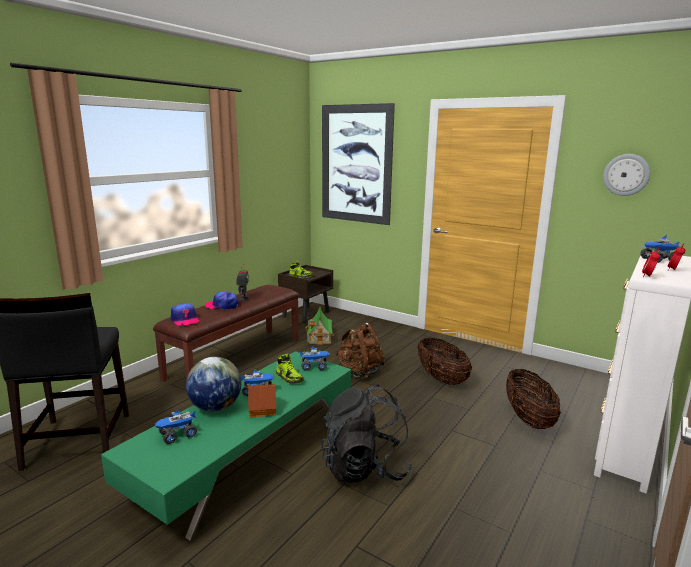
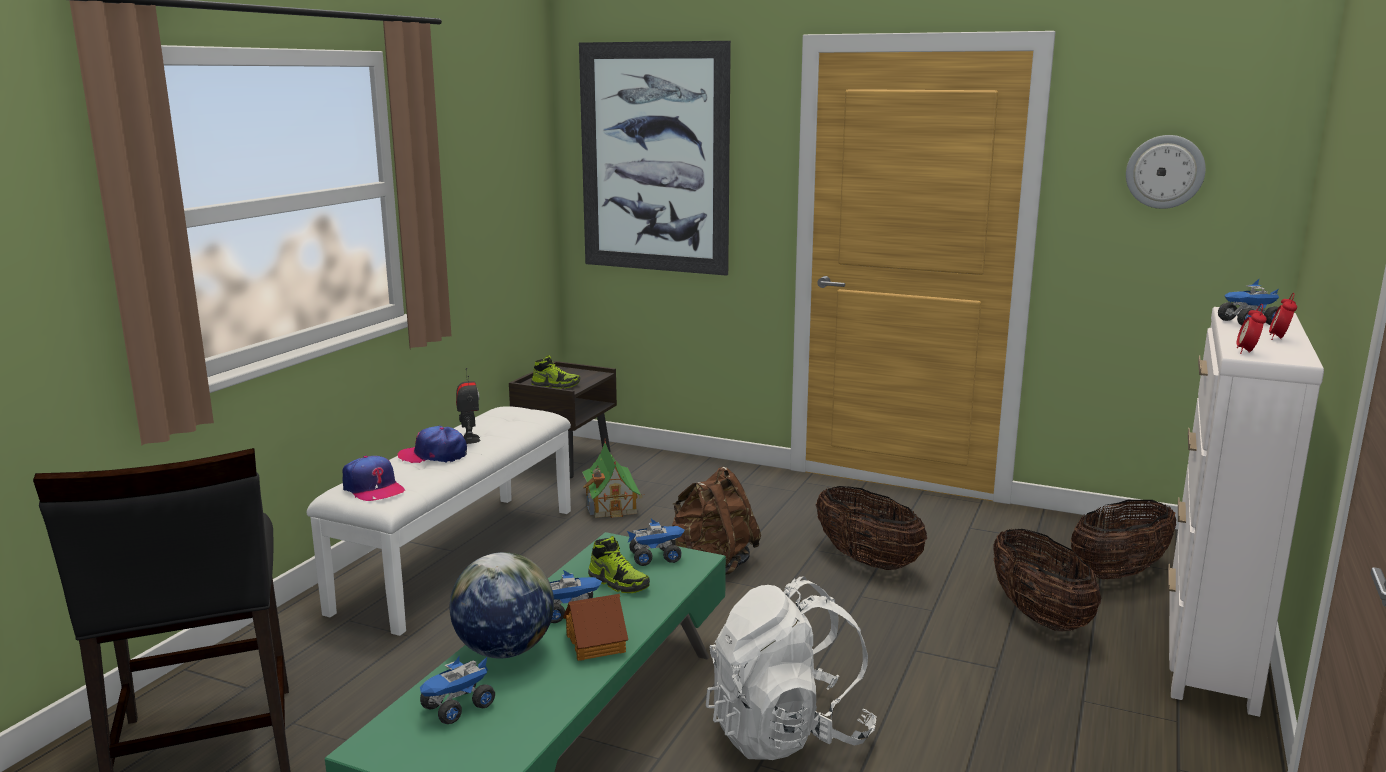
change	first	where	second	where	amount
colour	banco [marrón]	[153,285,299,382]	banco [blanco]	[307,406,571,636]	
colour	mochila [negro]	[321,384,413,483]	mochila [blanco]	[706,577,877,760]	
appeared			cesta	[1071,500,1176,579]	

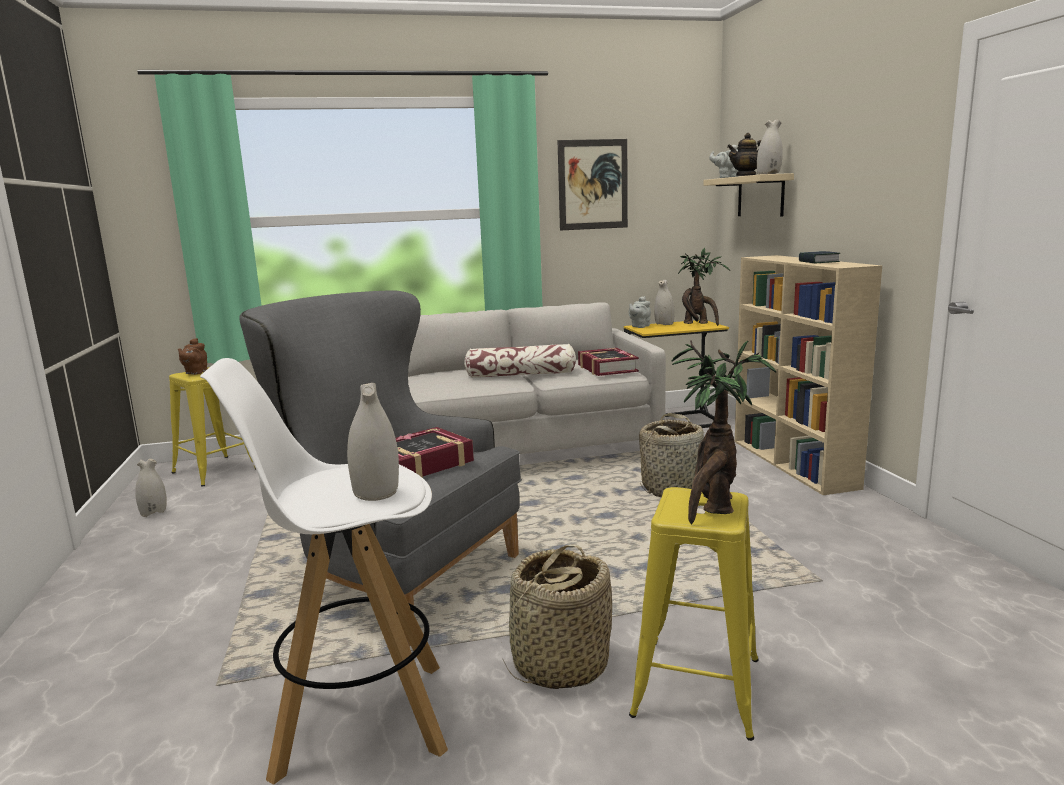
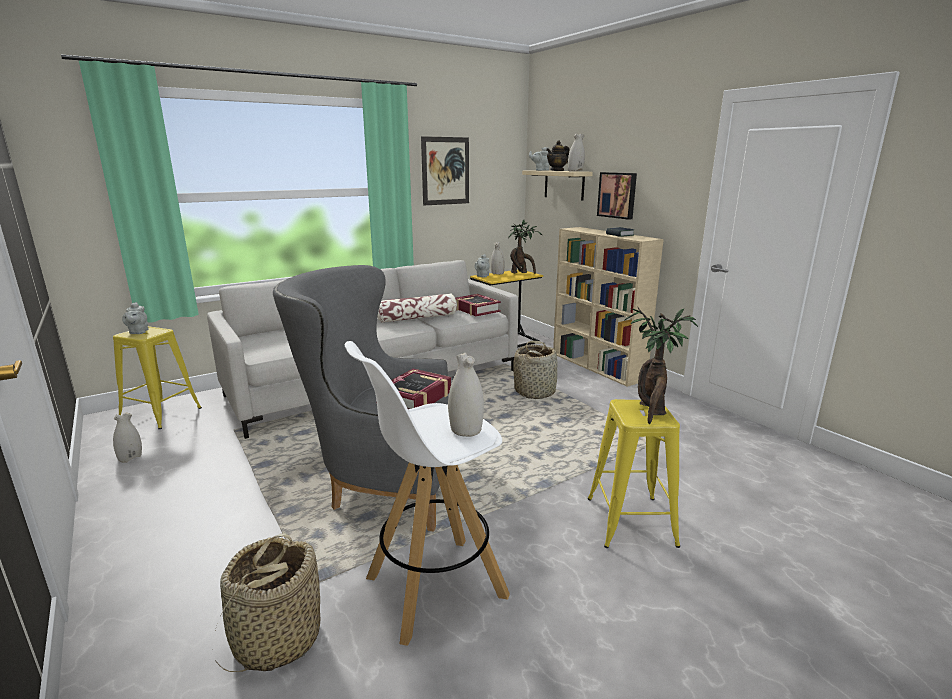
change	first	where	second	where	amount
colour	tetera [marrón]	[178,338,208,375]	tetera [gris]	[122,302,149,334]	
relocated	cesta	[503,544,612,689]		[215,533,321,672]	
appeared			cuadro	[597,172,637,220]	

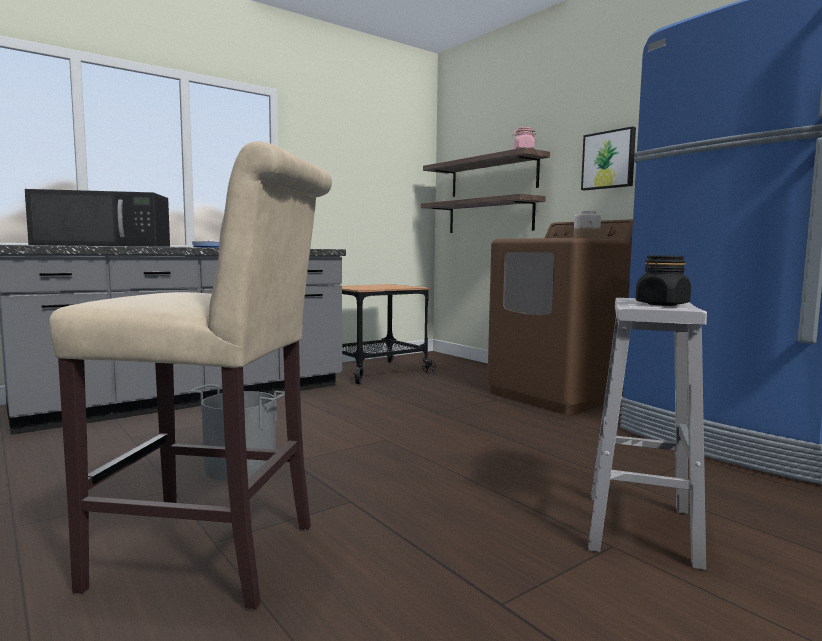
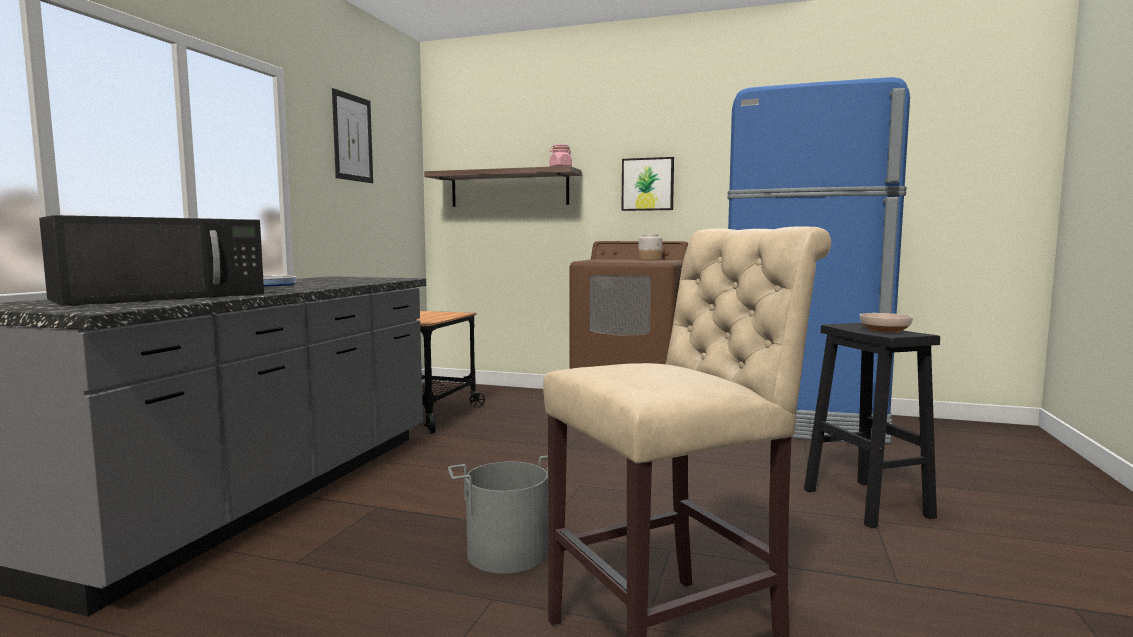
change	first	where	second	where	amount
missing	estante	[421,194,546,233]			
colour	taburete [blanco]	[588,298,707,570]	taburete [negro]	[804,323,940,528]	
exchanged	tarro [negro]	[635,255,691,306]	cuenco	[860,313,913,332]	
appeared			cuadro	[332,88,373,183]	

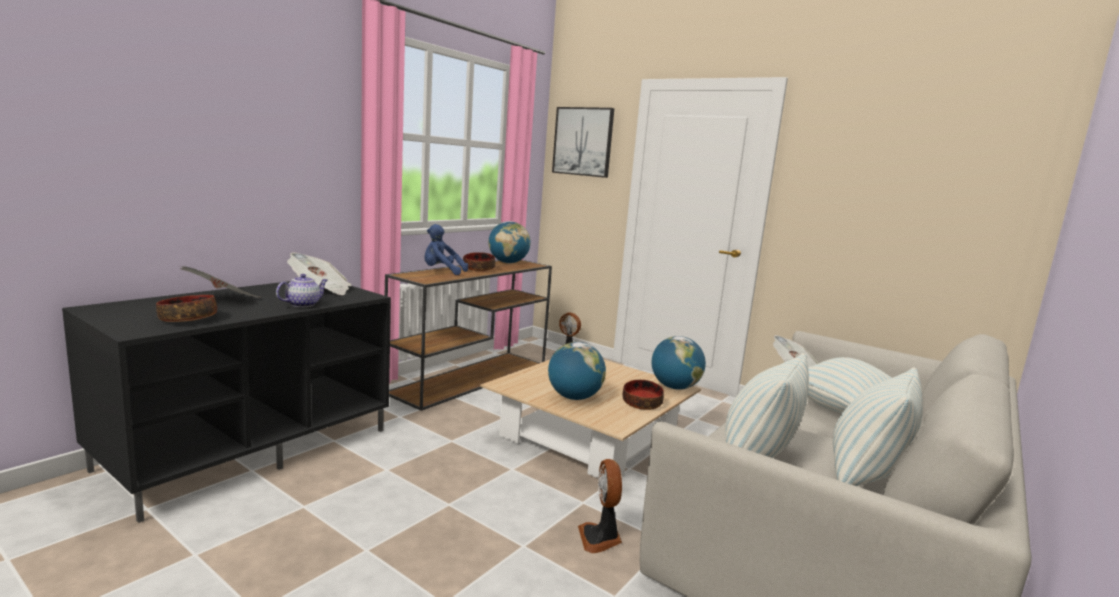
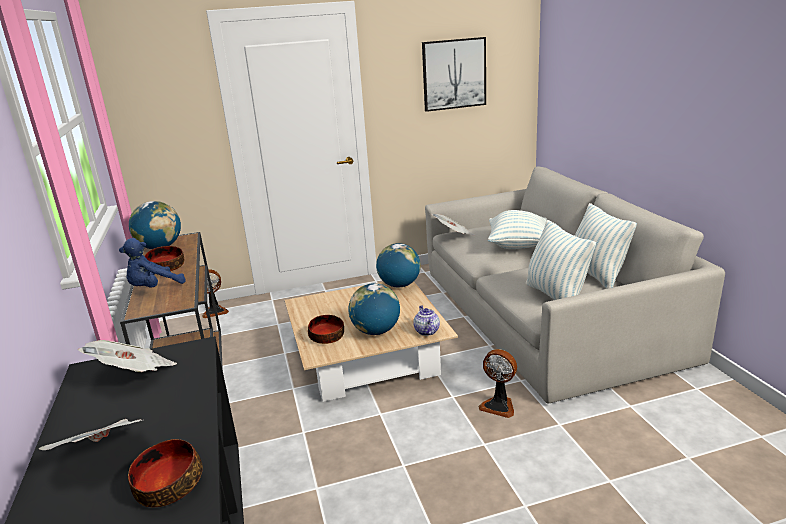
change	first	where	second	where	amount
relocated	tetera	[276,274,327,307]		[413,306,440,336]	
relocated	cuadro	[552,107,614,178]		[422,37,486,112]	
relocated	cuenco	[623,380,664,410]		[308,315,344,344]	

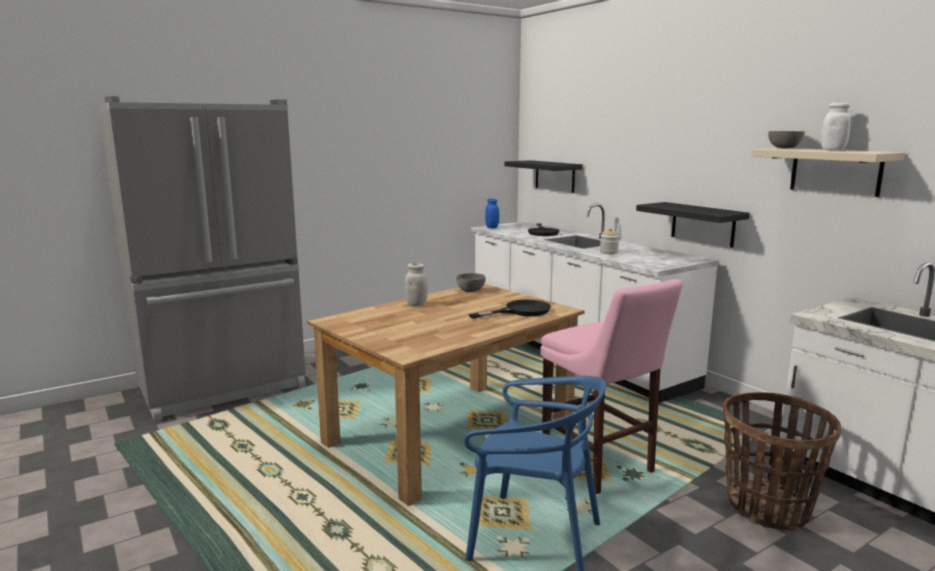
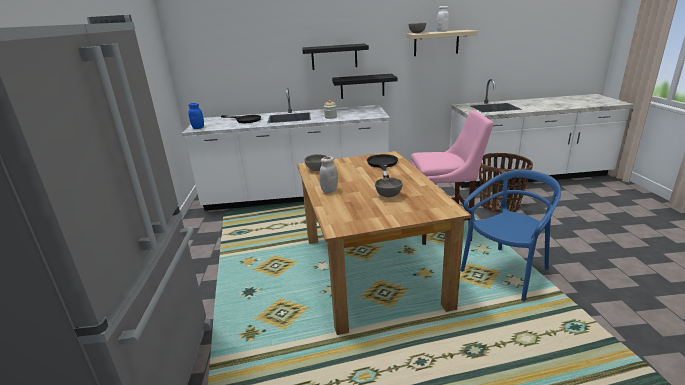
change	first	where	second	where	amount
relocated	estante [negro]	[504,160,583,193]		[302,44,369,70]	
appeared			cuenco [gris]	[375,178,403,197]	

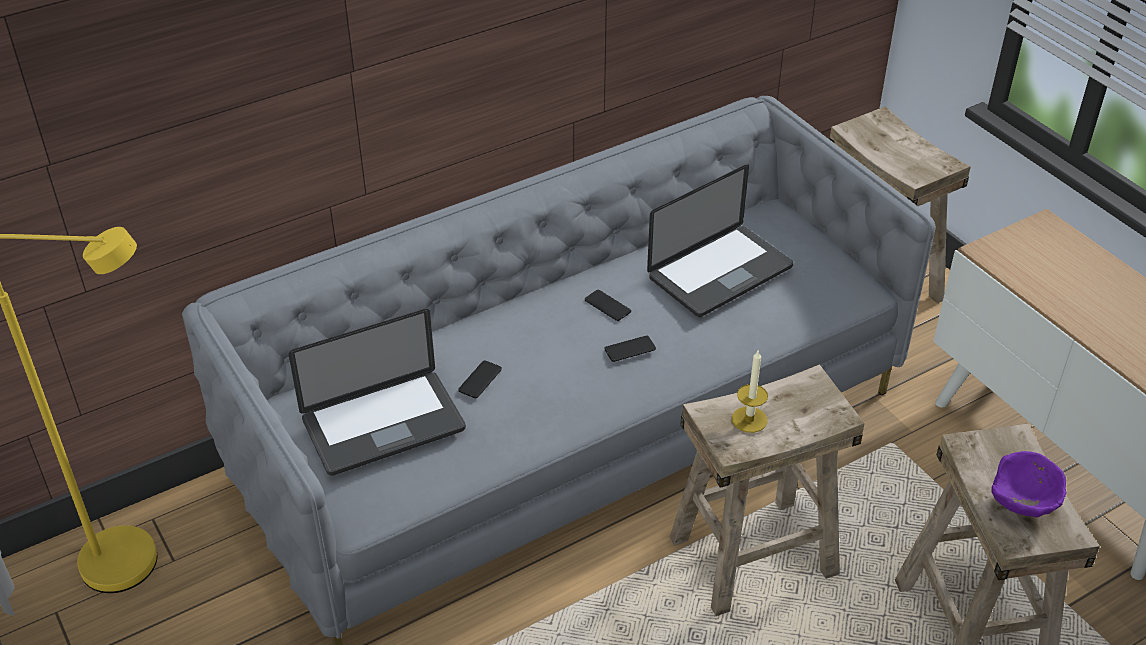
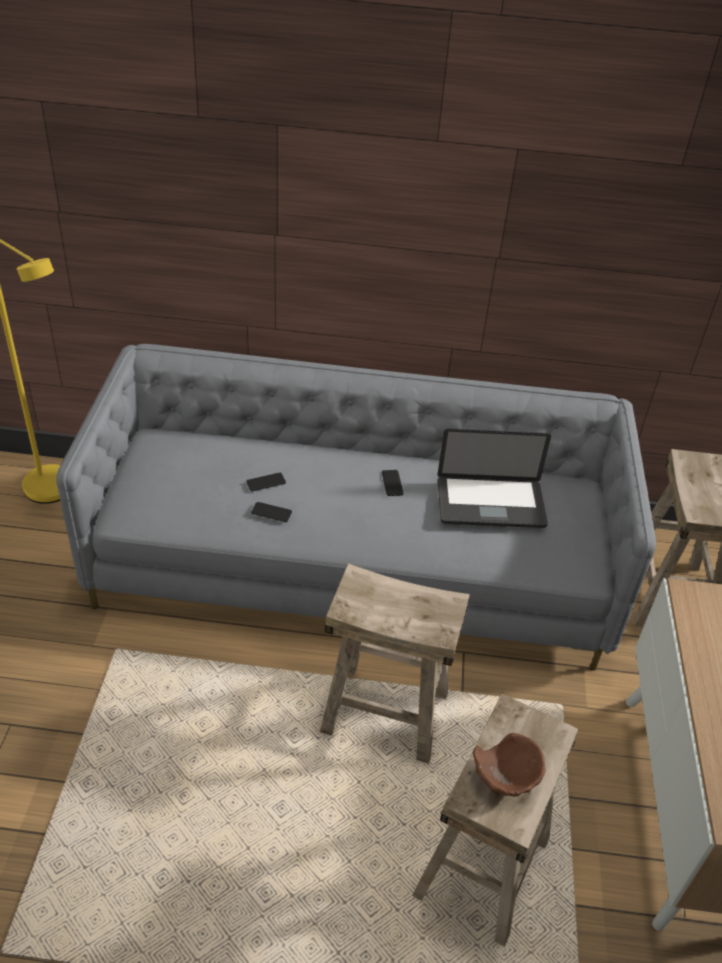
change	first	where	second	where	amount
missing	portátil	[289,309,466,476]			
relocated	móvil	[604,336,656,362]		[251,502,292,522]	
missing	vela	[732,349,768,433]			
colour	cuenco [morado]	[991,451,1067,517]	cuenco [marrón]	[473,733,546,796]	

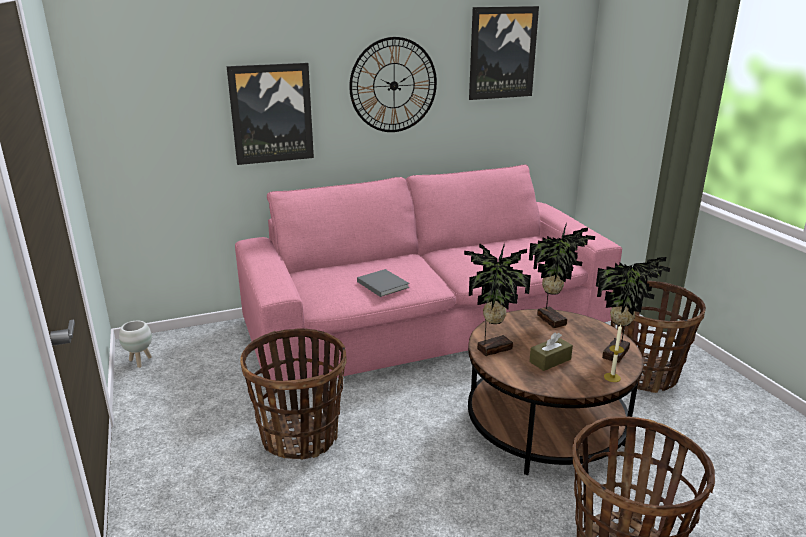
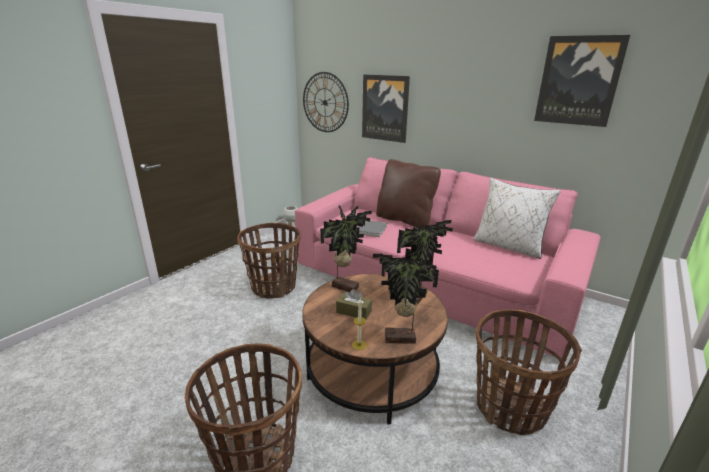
change	first	where	second	where	amount
relocated	reloj de pared	[349,37,437,132]		[303,72,349,132]	
appeared			cojín [marrón]	[376,159,441,228]	
appeared			cojín [blanco]	[474,178,560,259]	

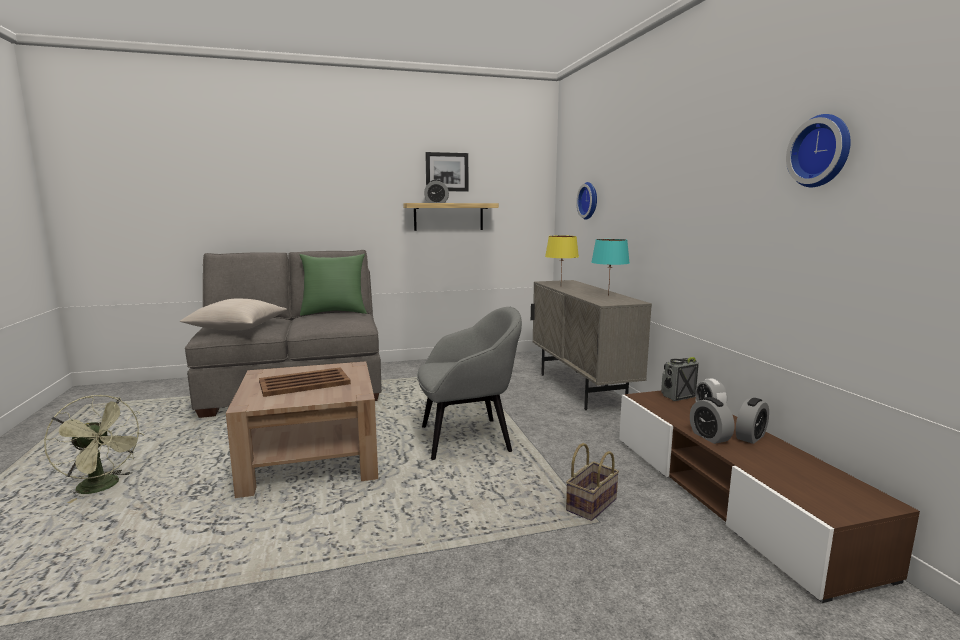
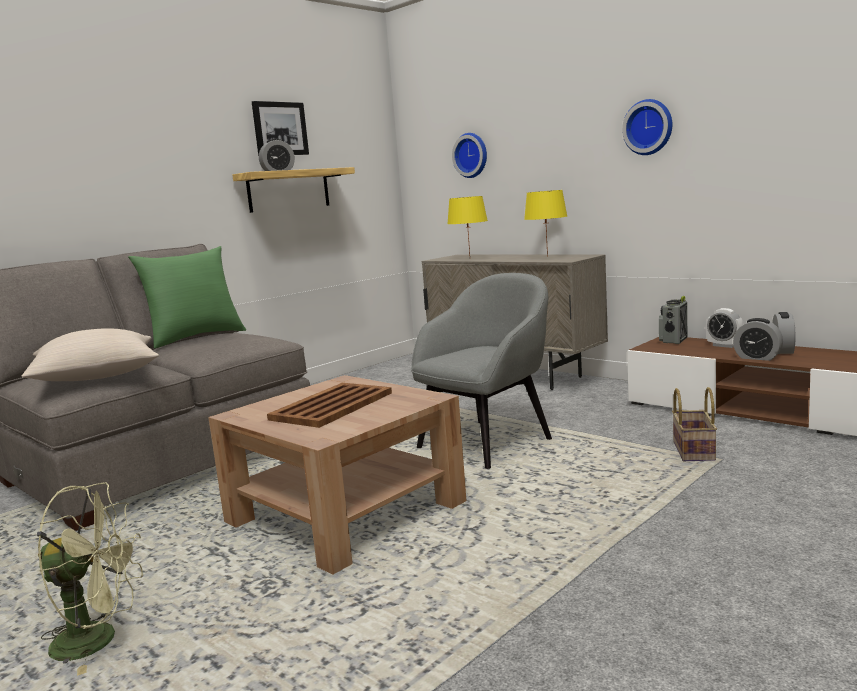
change	first	where	second	where	amount
colour	lámpara de mesa [turquesa]	[591,239,629,296]	lámpara de mesa [amarillo]	[524,190,567,257]	
relocated	reloj de pared	[786,114,851,187]		[622,99,672,155]	

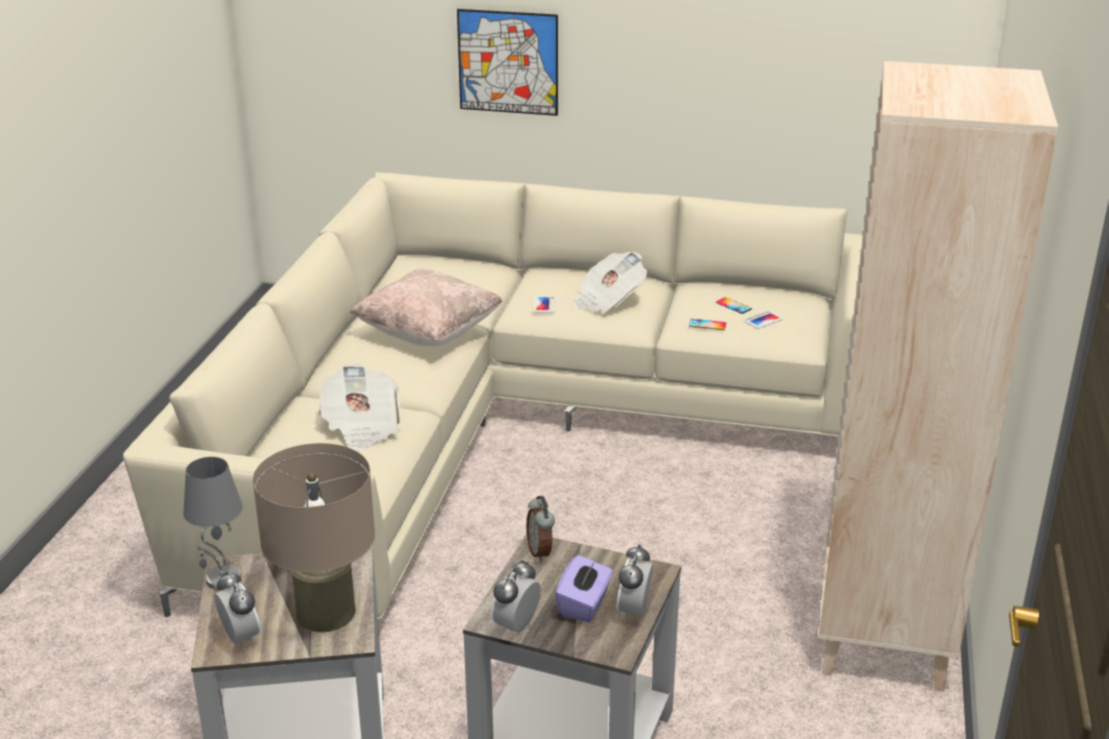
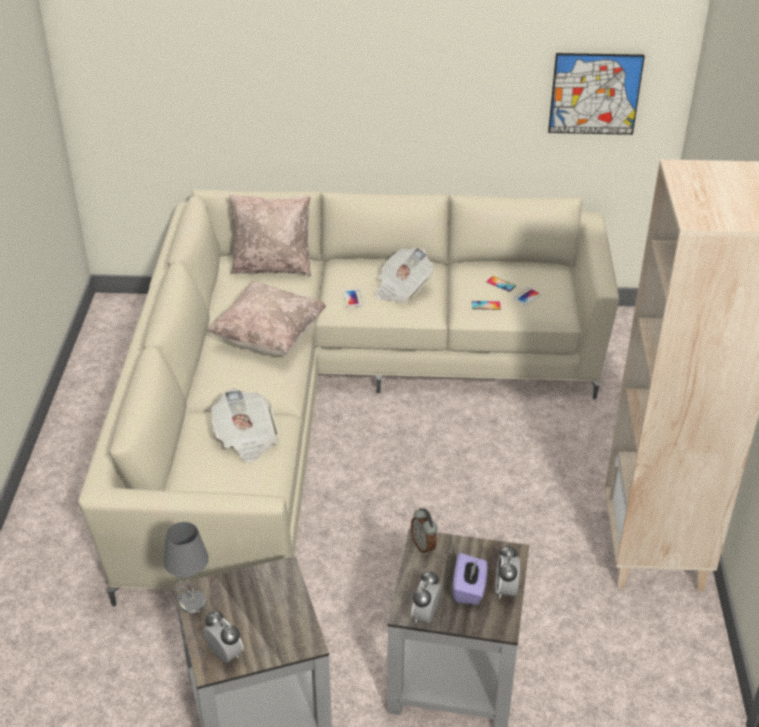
change	first	where	second	where	amount
missing	lámpara de mesa [beis]	[253,443,375,632]			
relocated	cuadro	[457,9,558,116]		[548,53,645,135]	
appeared			cojín [beis]	[229,194,311,276]	

